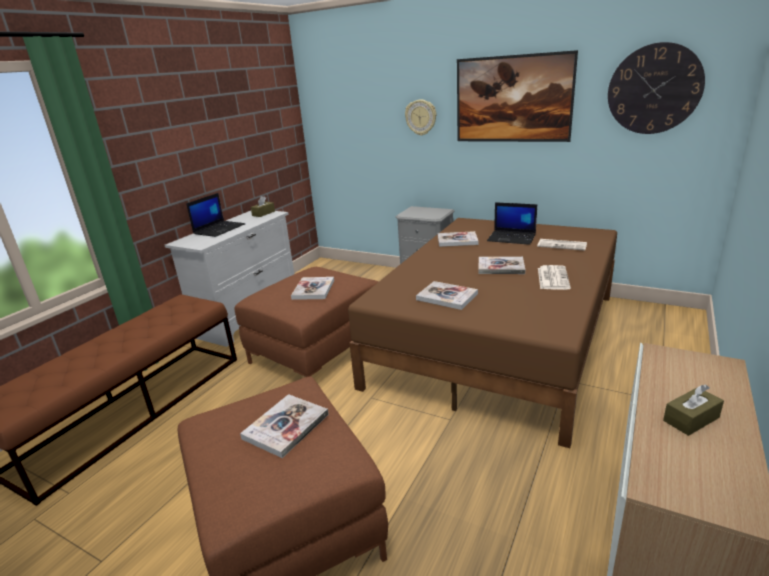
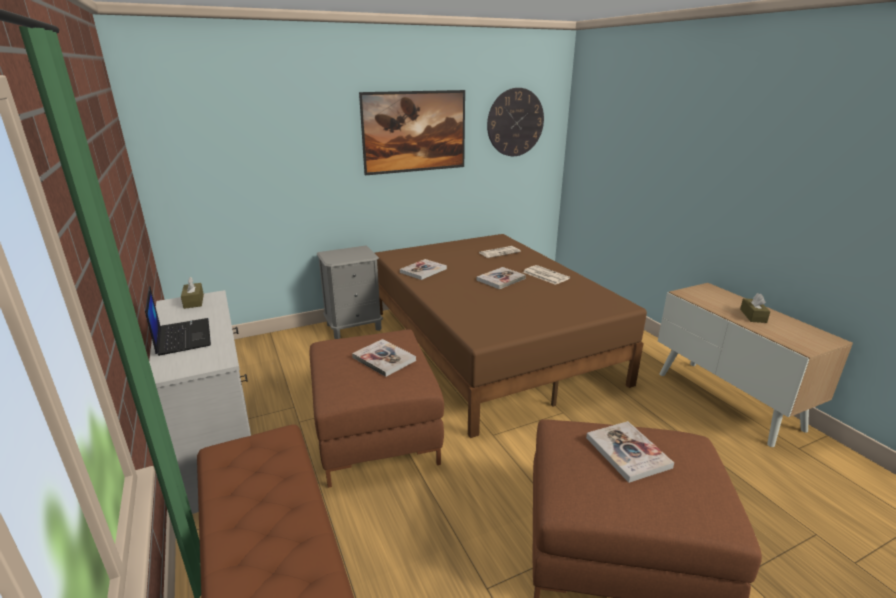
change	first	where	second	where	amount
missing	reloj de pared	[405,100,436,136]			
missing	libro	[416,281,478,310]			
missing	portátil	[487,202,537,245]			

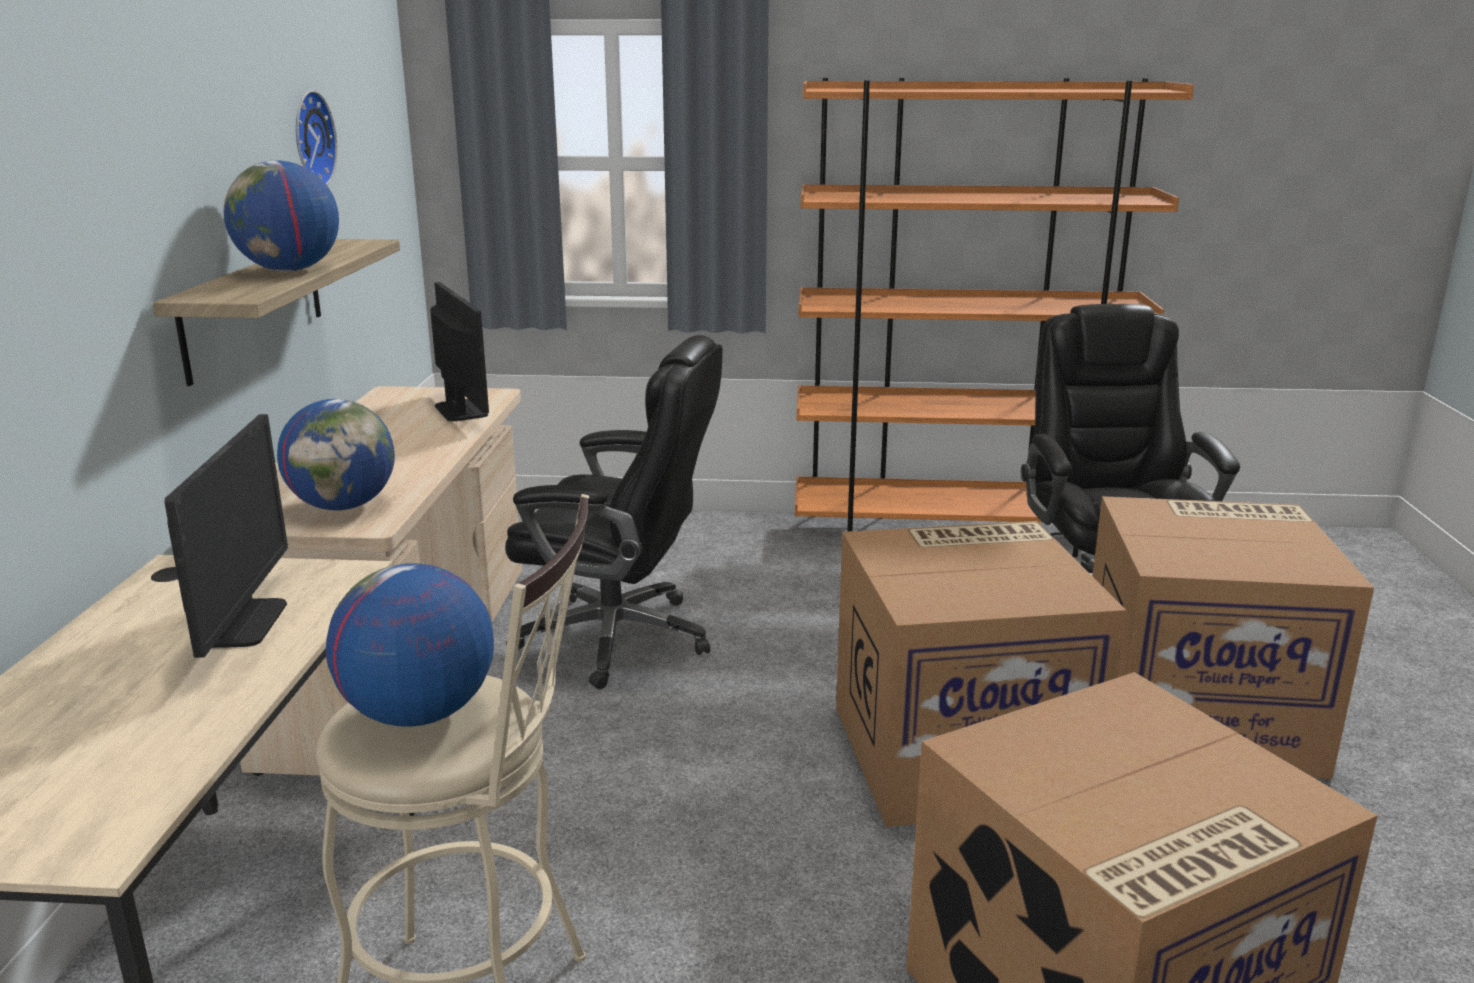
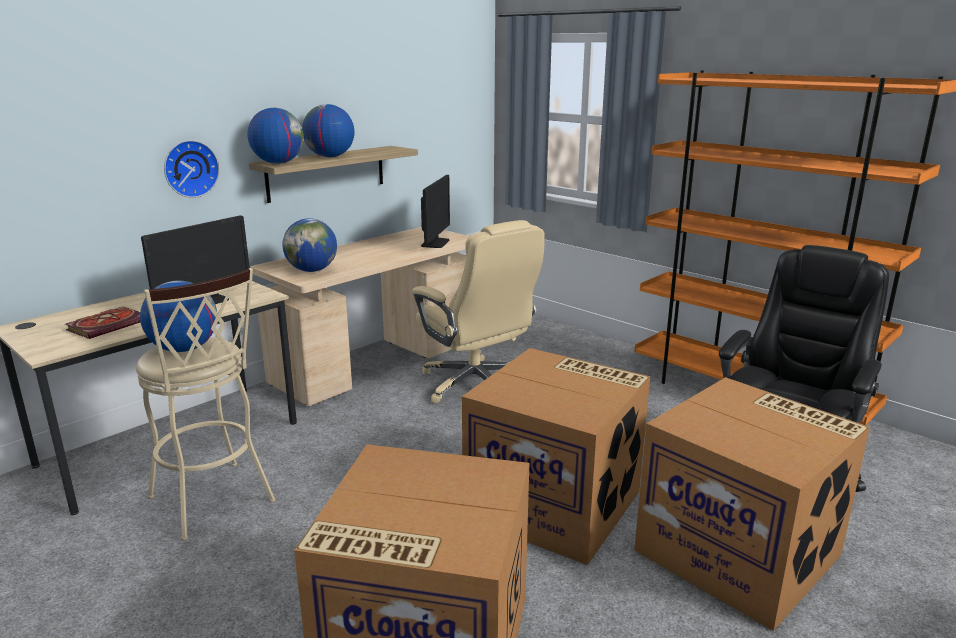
change	first	where	second	where	amount
relocated	reloj de pared	[296,90,337,185]		[164,140,219,198]	
colour	silla de oficina [negro]	[505,335,723,689]	silla de oficina [beis]	[412,220,545,404]	
appeared			libro	[65,306,140,339]	
appeared			globo terráqueo	[247,108,304,164]	

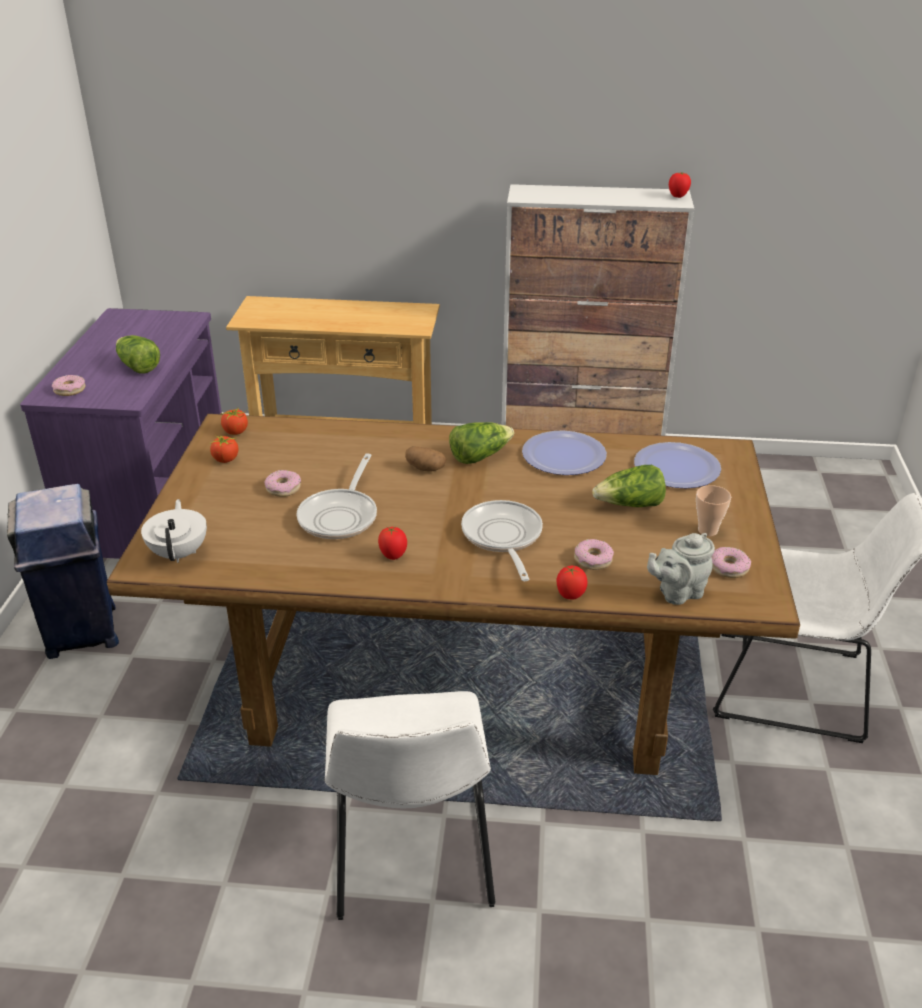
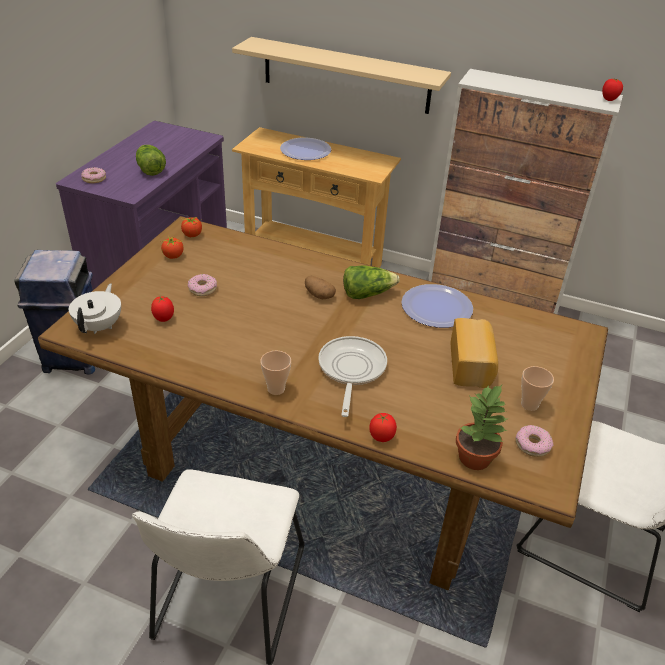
change	first	where	second	where	amount
missing	sartén	[296,453,377,539]			
relocated	tomate	[378,527,407,560]		[151,296,174,322]	
missing	rosquilla	[574,539,614,570]			
exchanged	lechuga	[592,465,666,507]	pan	[451,318,498,388]	
relocated	plato	[634,442,721,488]		[280,138,331,160]	
exchanged	tetera [gris]	[647,533,715,605]	planta en maceta	[456,385,509,470]	
appeared			estante [beis]	[232,37,451,114]	
appeared			taza	[260,351,291,395]	

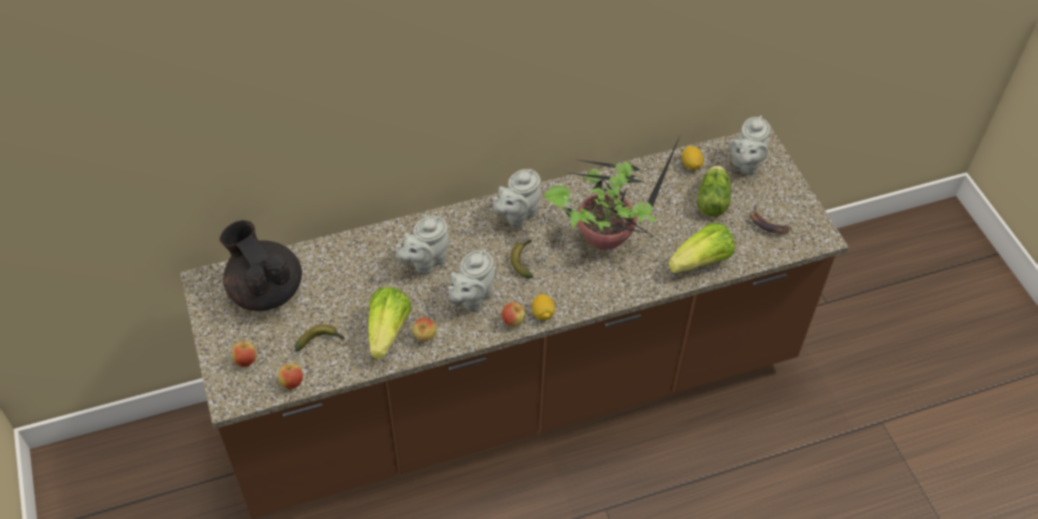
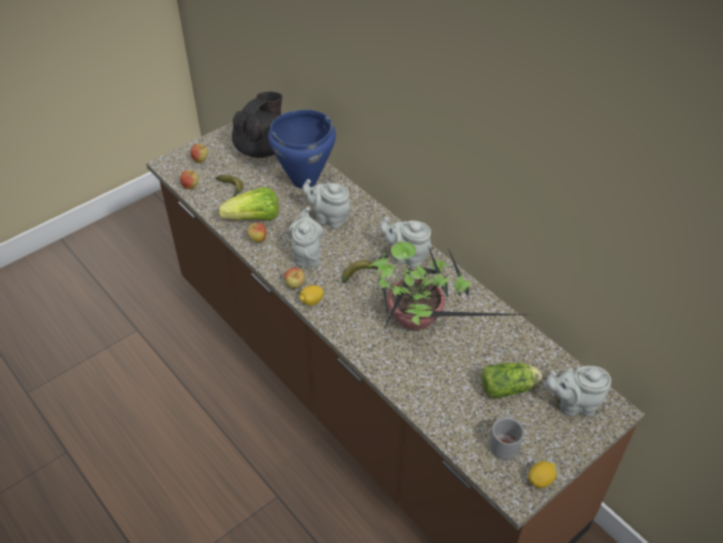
change	first	where	second	where	amount
spun	tetera [gris]	[448,250,494,312]		[288,206,324,267]	75 degrees clockwise
missing	lechuga	[668,223,735,273]			
relocated	limón	[682,146,703,170]		[528,461,557,488]	
exchanged	plátano	[750,206,792,234]	taza grande [gris]	[490,414,524,460]	
appeared			olla [azul]	[268,110,336,188]	

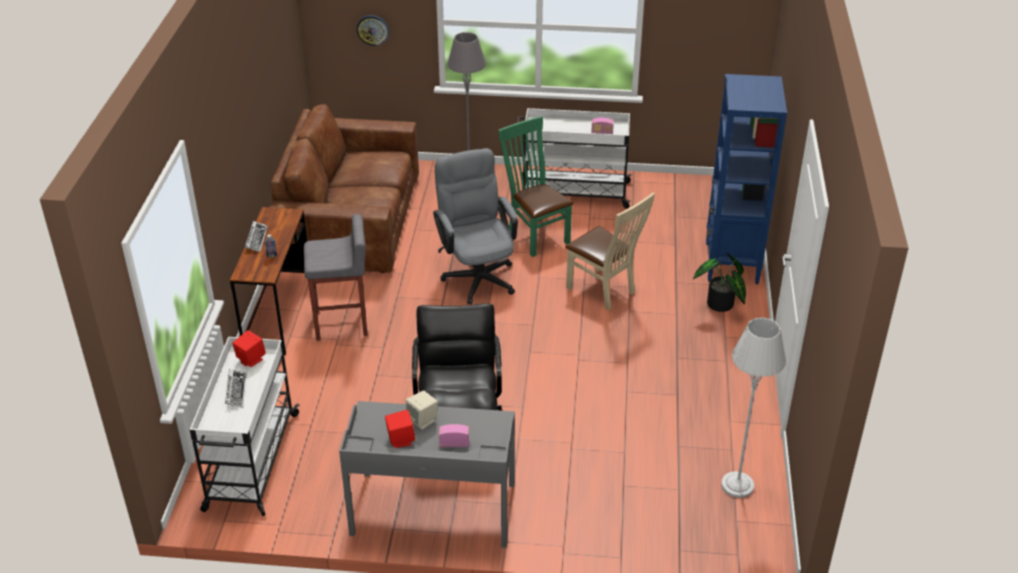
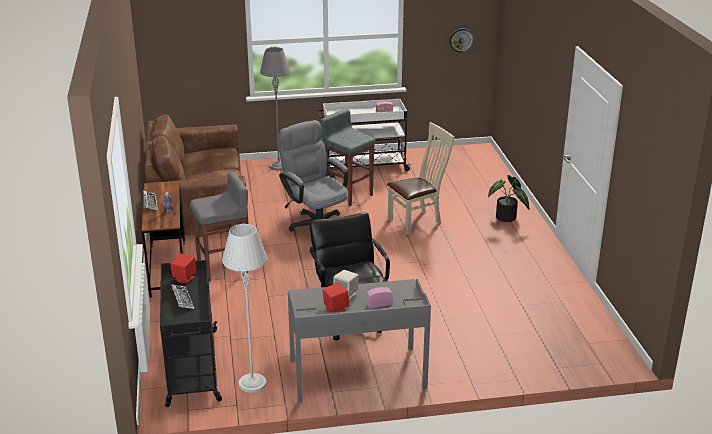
change	first	where	second	where	amount
colour	carrito [blanco]	[190,337,300,516]	carrito [negro]	[160,260,222,407]	
relocated	reloj de pared	[356,15,389,46]		[449,28,474,53]	
exchanged	silla [verde]	[498,116,574,257]	taburete [gris]	[319,109,376,206]	
spun	silla [beis]	[566,193,655,310]		[387,122,455,235]	60 degrees counterclockwise
missing	estantería [azul]	[706,74,787,284]			
relocated	lámpara de pie [gris]	[721,317,786,498]		[222,224,267,393]	

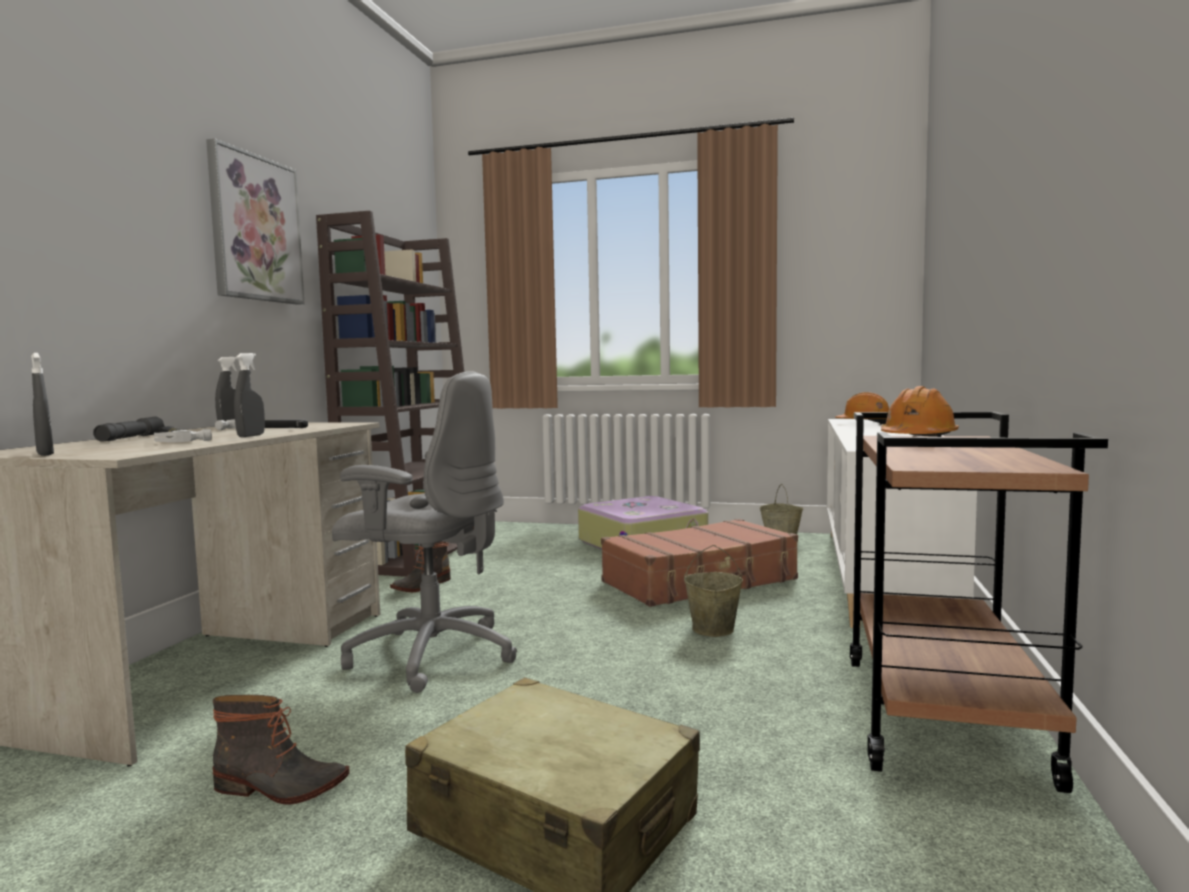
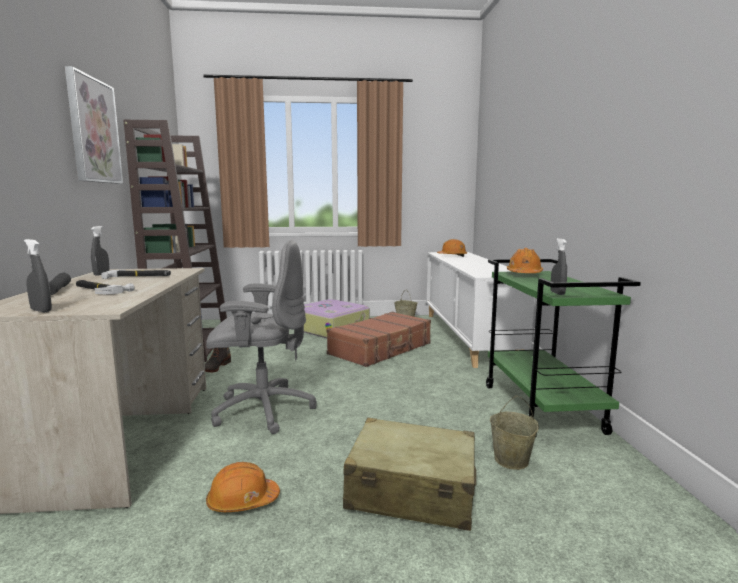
change	first	where	second	where	amount
exchanged	bota	[213,695,350,805]	casco [naranja]	[206,462,280,512]	
relocated	pulverizador [gris]	[234,353,265,437]		[550,238,567,295]	
relocated	cubo [beis]	[684,545,743,637]		[490,396,539,470]	
colour	carrito [marrón]	[850,412,1108,793]	carrito [verde]	[486,259,641,438]	

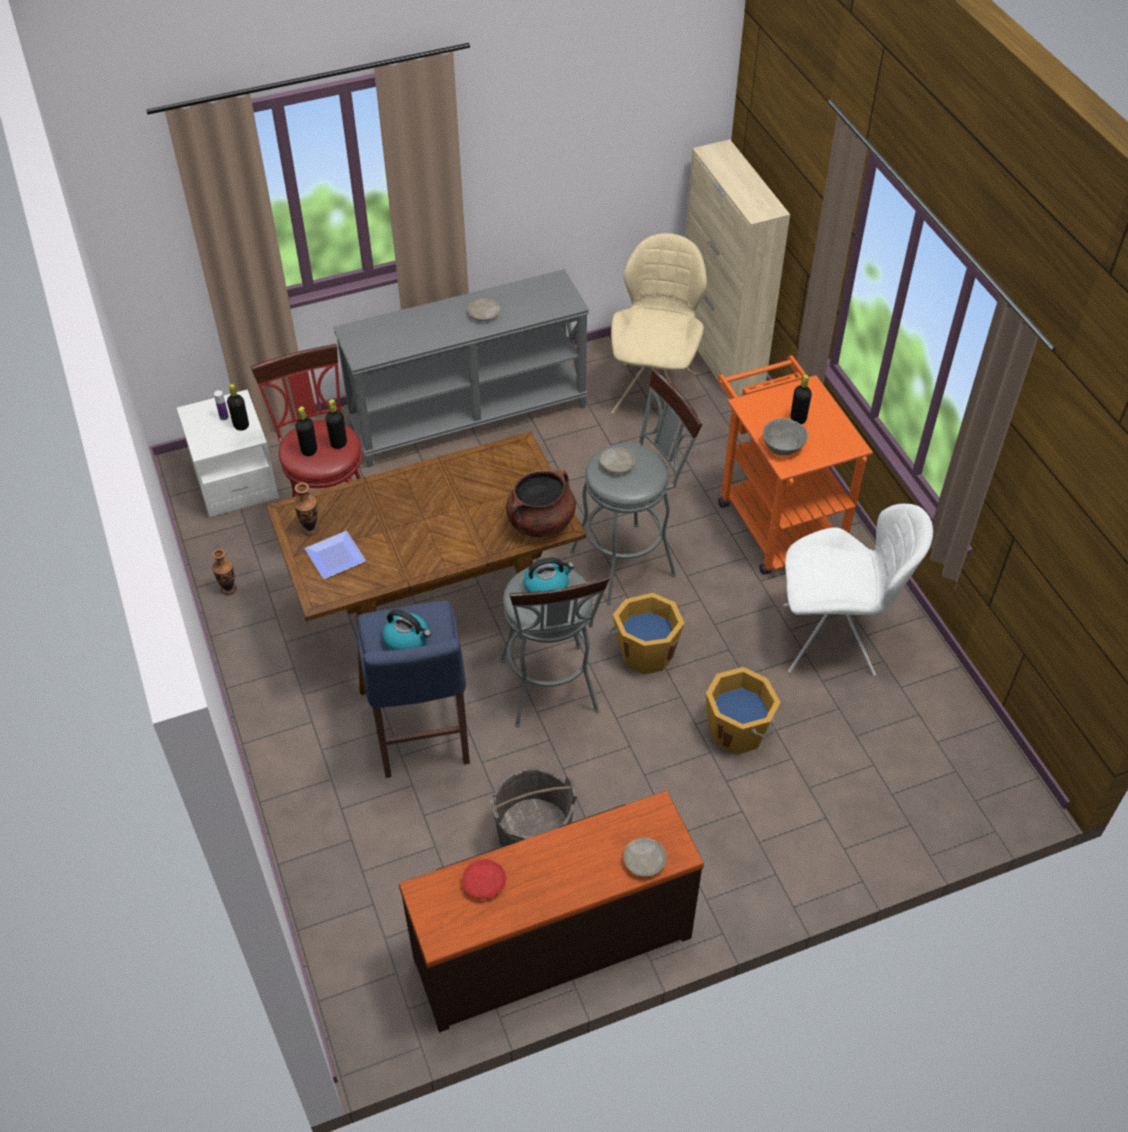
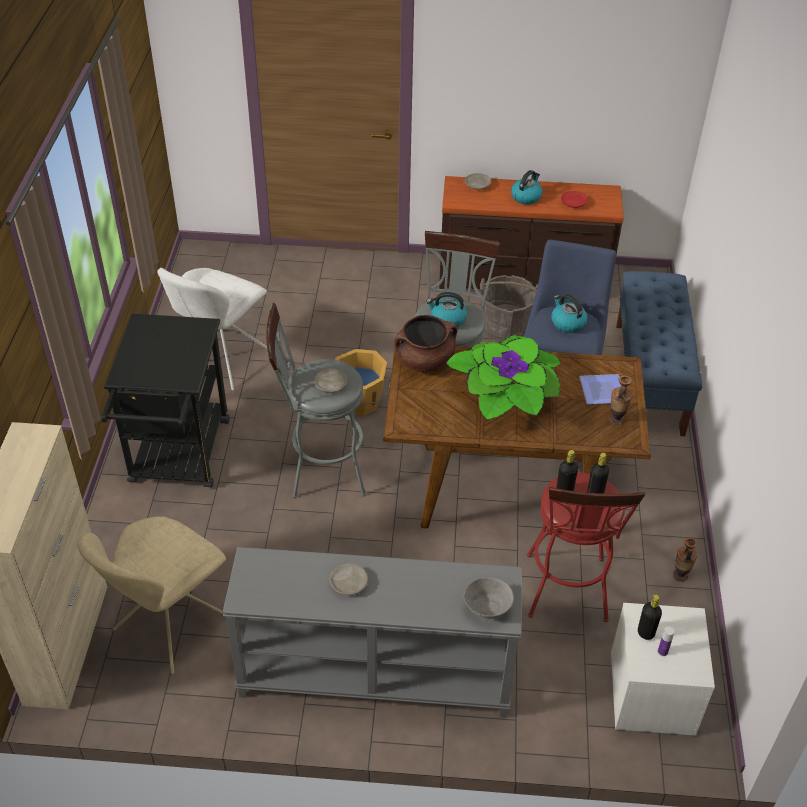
change	first	where	second	where	amount
missing	cubo [naranja]	[706,667,781,755]			
colour	carrito [naranja]	[718,355,873,575]	carrito [negro]	[101,314,230,488]	
relocated	cuenco [gris]	[763,418,808,455]		[464,577,514,619]	
spun	silla [blanco]	[783,504,933,676]		[157,268,267,391]	90 degrees counterclockwise
missing	botella [negro]	[791,374,812,424]			
appeared			planta en maceta	[446,335,560,420]	
appeared			hervidor	[511,170,543,204]	
appeared			banco [azul]	[616,271,702,436]	

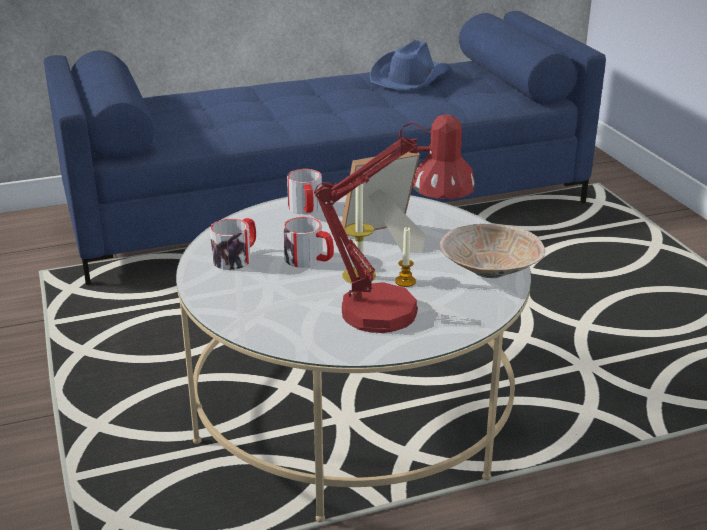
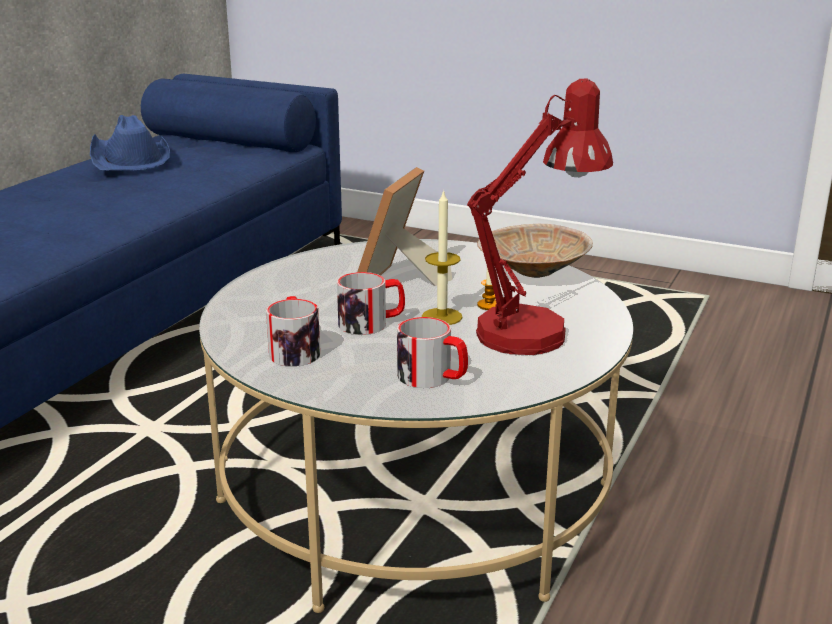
change	first	where	second	where	amount
relocated	taza grande	[287,169,322,214]		[397,317,468,388]	

